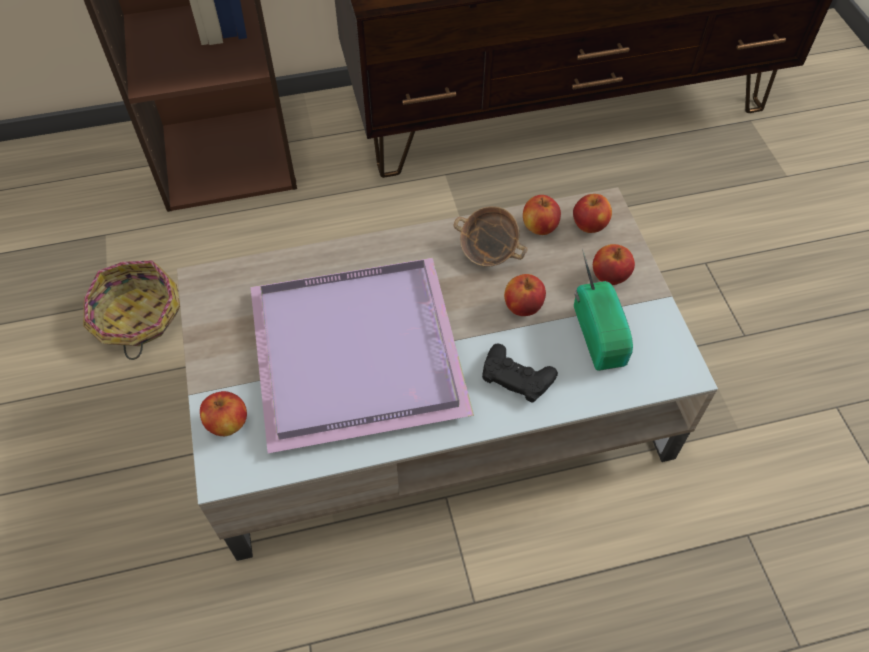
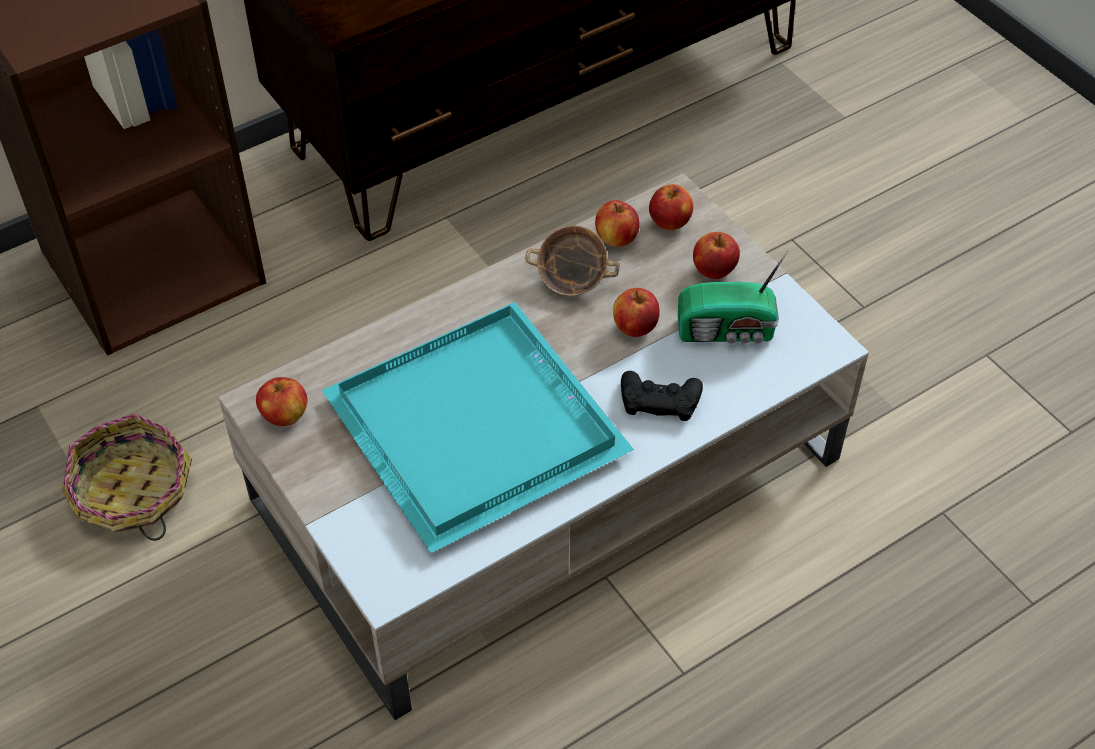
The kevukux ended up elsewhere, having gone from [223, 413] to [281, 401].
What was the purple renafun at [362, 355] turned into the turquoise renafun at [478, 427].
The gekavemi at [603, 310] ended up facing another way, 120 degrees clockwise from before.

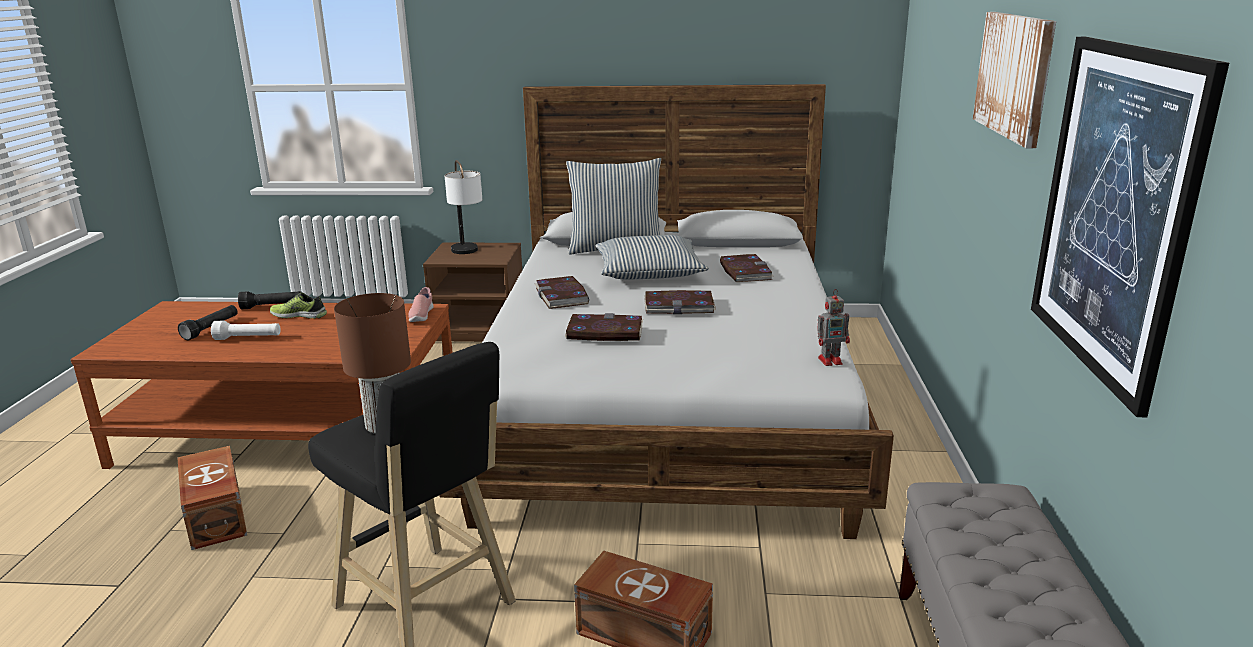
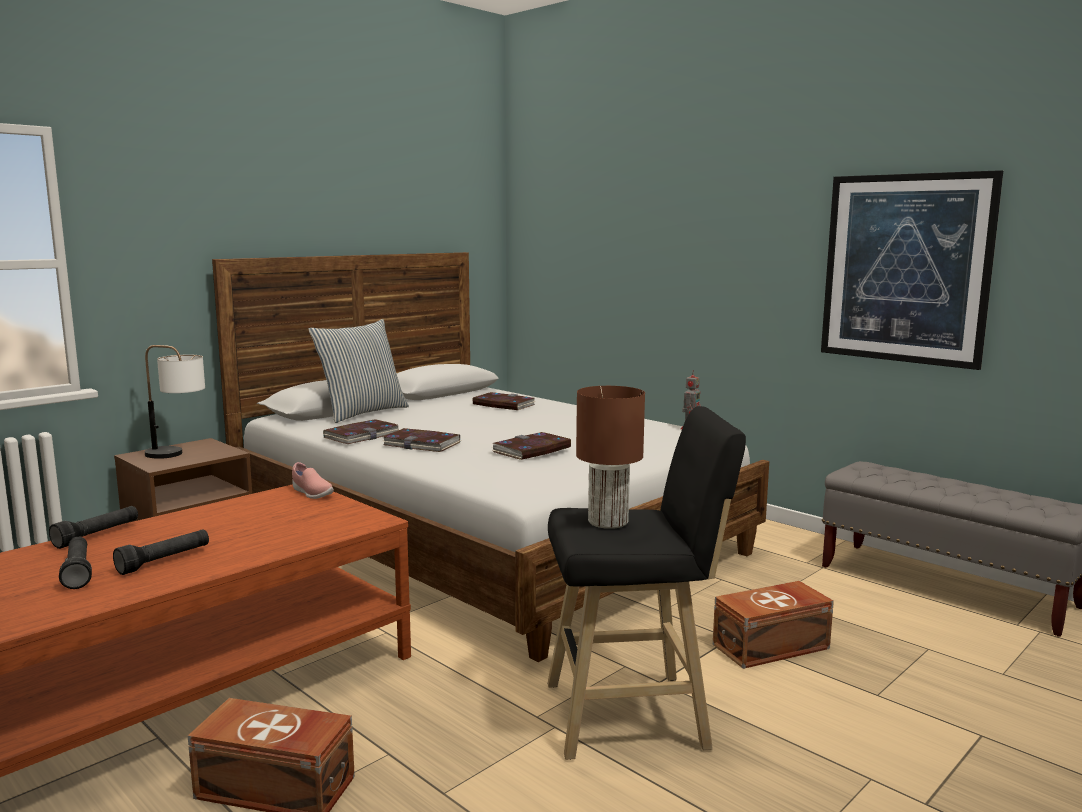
What was the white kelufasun at [246, 330] turned into the black kelufasun at [161, 552].
The second view lost the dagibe at [298, 305].
The second view lost the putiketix at [652, 257].
The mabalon ended up elsewhere, having gone from [680, 302] to [360, 431].
The second view lost the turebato at [1014, 80].

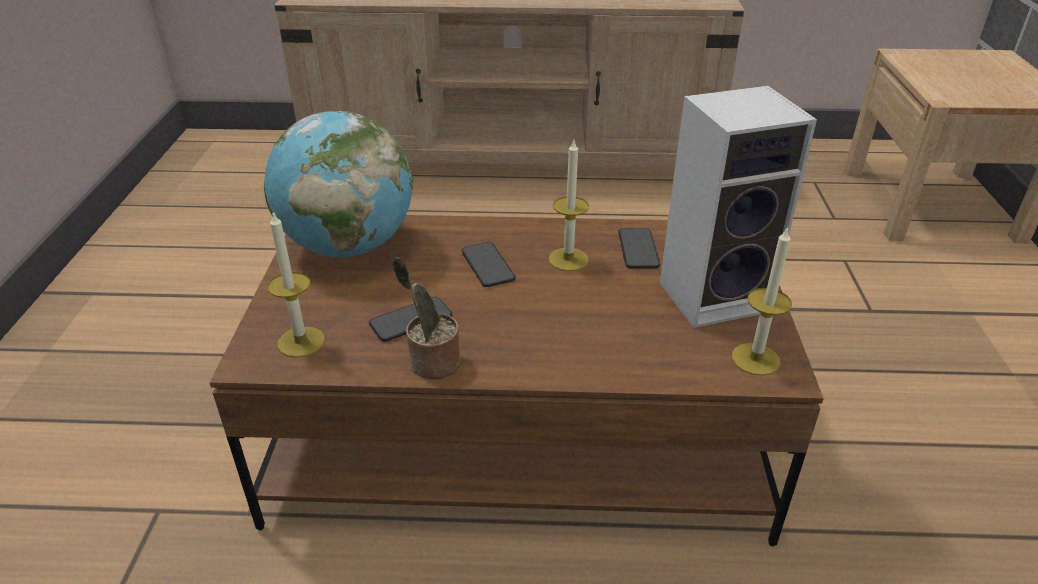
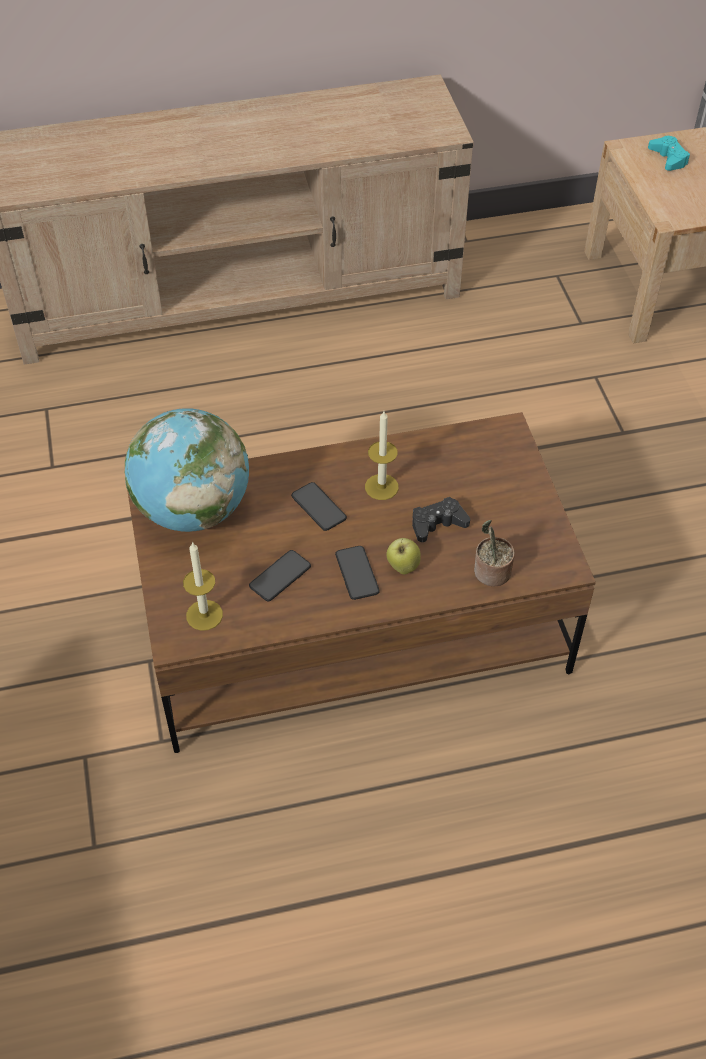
The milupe ended up elsewhere, having gone from [426, 318] to [494, 553].
The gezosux ended up elsewhere, having gone from [639, 248] to [357, 573].
The second view lost the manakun at [738, 207].
The second view lost the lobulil at [762, 301].
The second view gained the kevukux at [403, 556].
The second view gained the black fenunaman at [441, 519].
The second view gained the turquoise fenunaman at [669, 153].

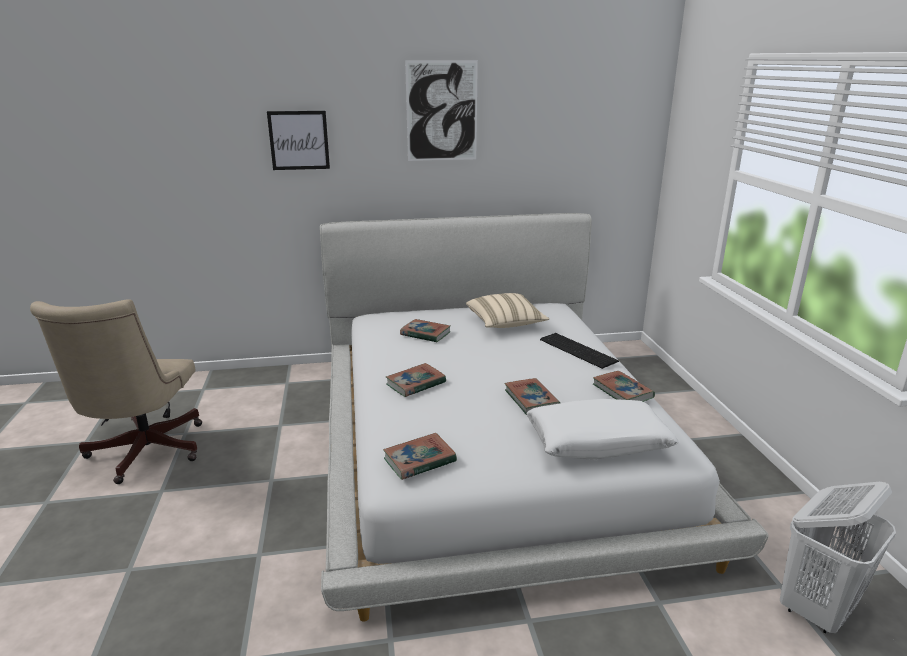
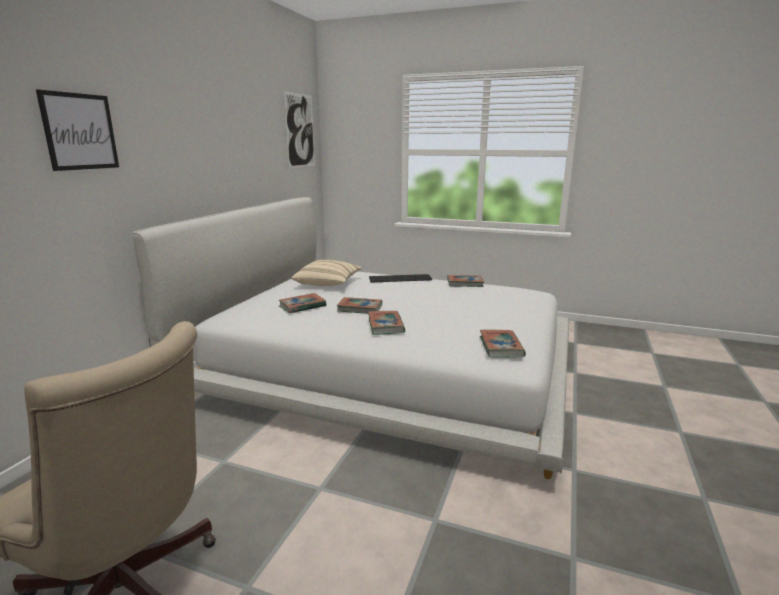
The turebato ended up elsewhere, having gone from [441, 110] to [299, 129].
The mabalon ended up elsewhere, having gone from [532, 396] to [359, 305].
The second view lost the white putiketix at [602, 429].
The second view lost the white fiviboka at [838, 558].

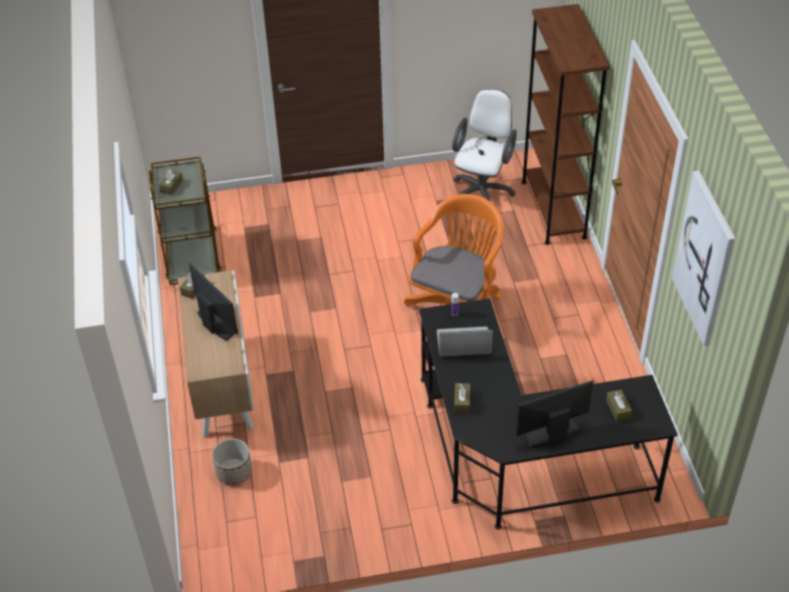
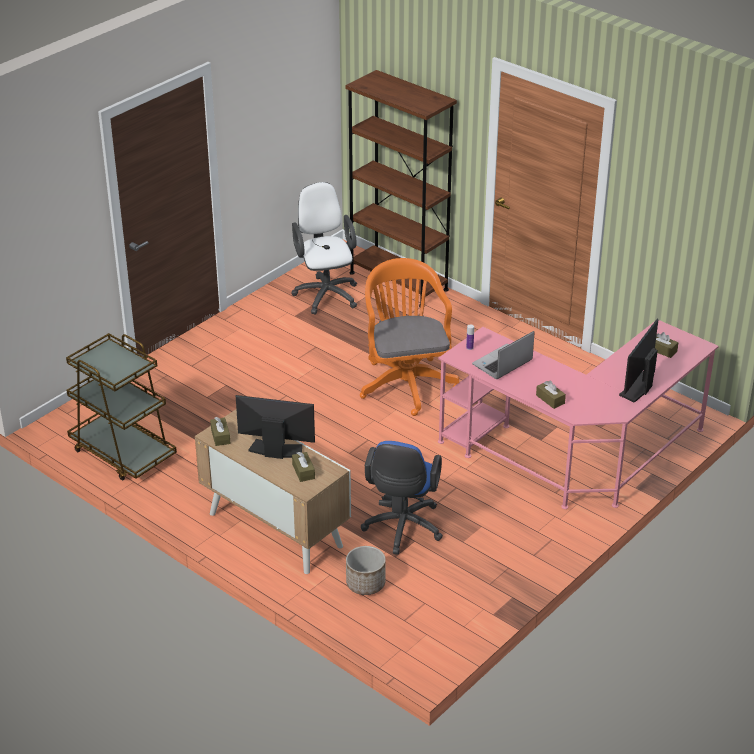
The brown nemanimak ended up elsewhere, having gone from [171, 182] to [303, 467].
What was the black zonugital at [548, 413] turned into the pink zonugital at [578, 414].
The second view lost the turebato at [704, 258].
The second view gained the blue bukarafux at [402, 498].

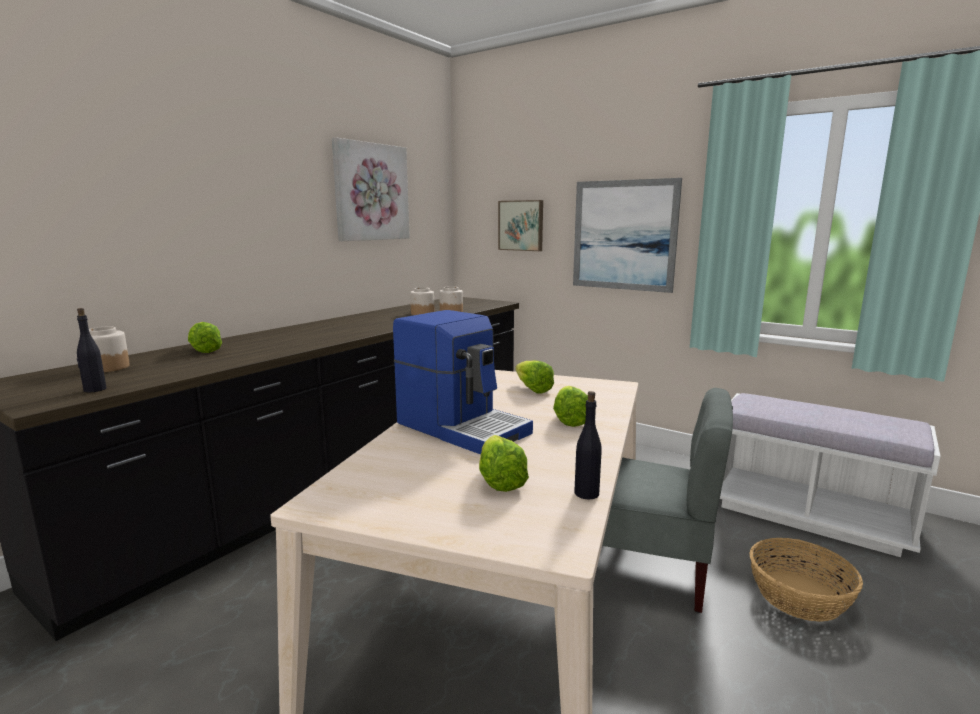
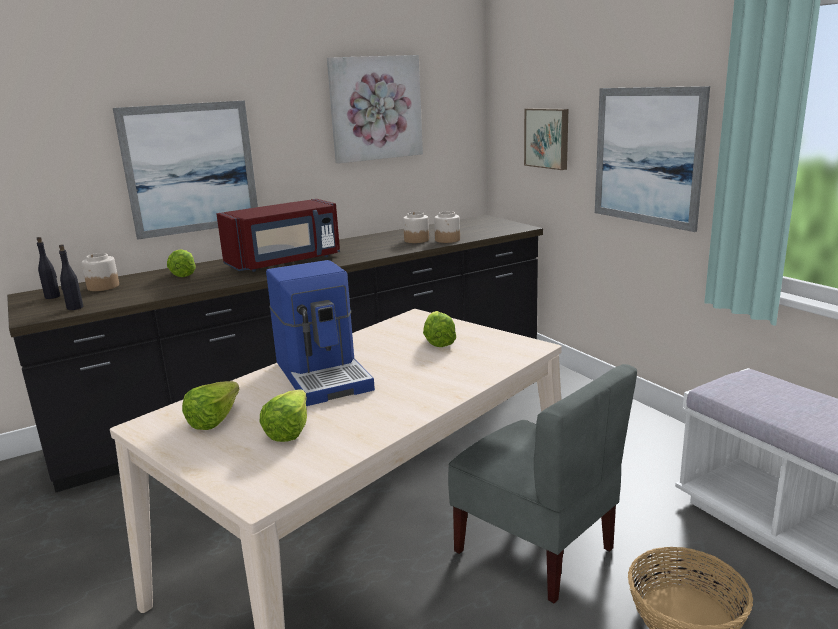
The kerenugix ended up elsewhere, having gone from [570, 406] to [211, 405].
The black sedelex ended up elsewhere, having gone from [588, 445] to [48, 268].
The second view gained the turebato at [185, 170].
The second view gained the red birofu at [278, 235].

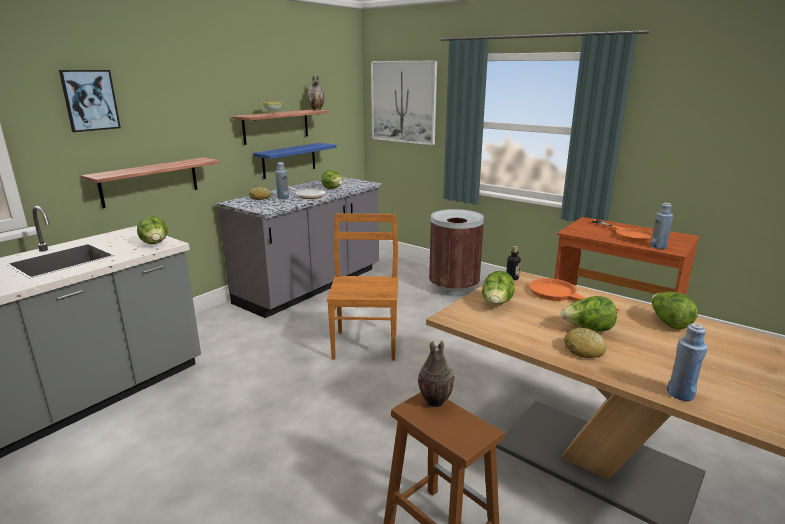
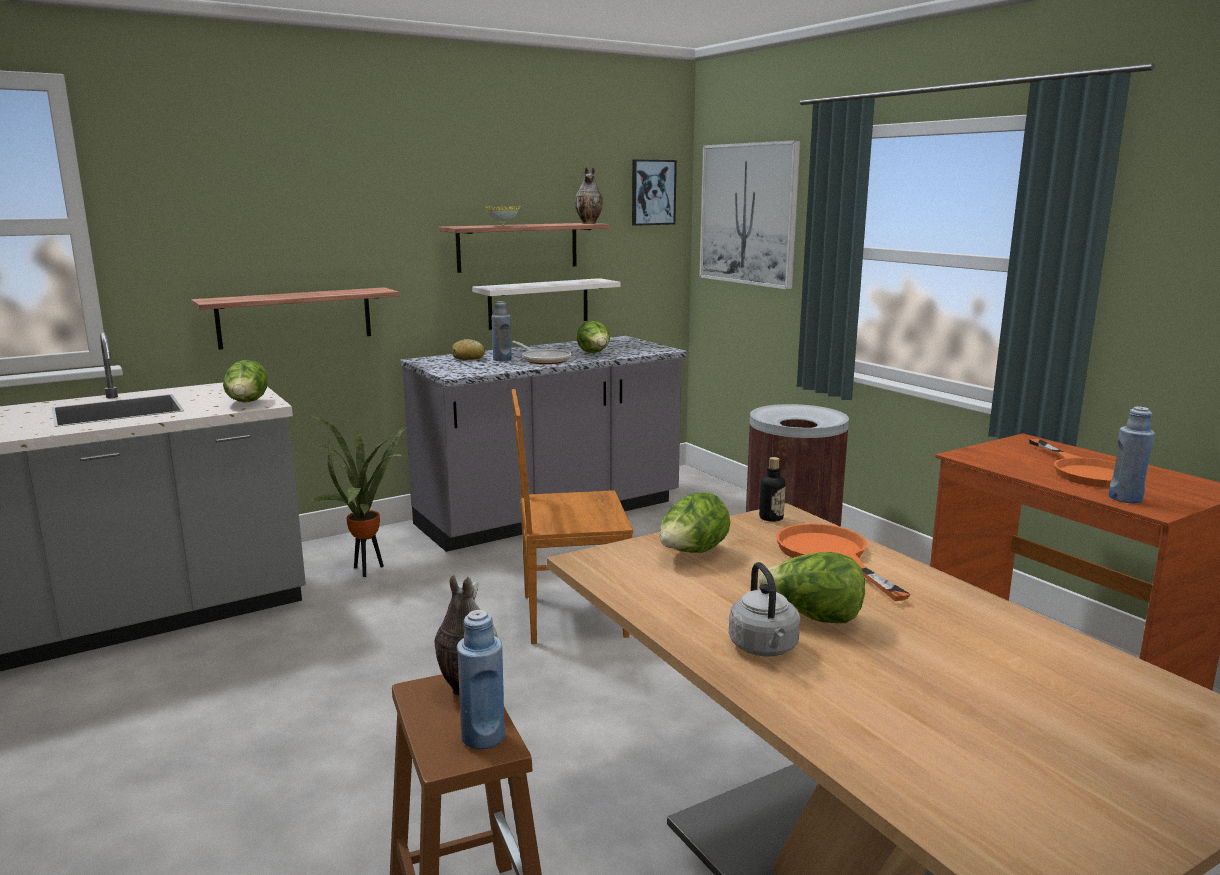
The turebato ended up elsewhere, having gone from [90, 101] to [654, 192].
What was the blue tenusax at [295, 161] turned into the white tenusax at [546, 304].
The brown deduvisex at [362, 287] ended up facing another way, 120 degrees counterclockwise from before.
Where the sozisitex stood at [585, 342], the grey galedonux came to stand at [764, 609].
The second view lost the kerenugix at [675, 310].
The blue sedelex ended up elsewhere, having gone from [687, 362] to [481, 679].
The second view gained the milupe at [358, 496].

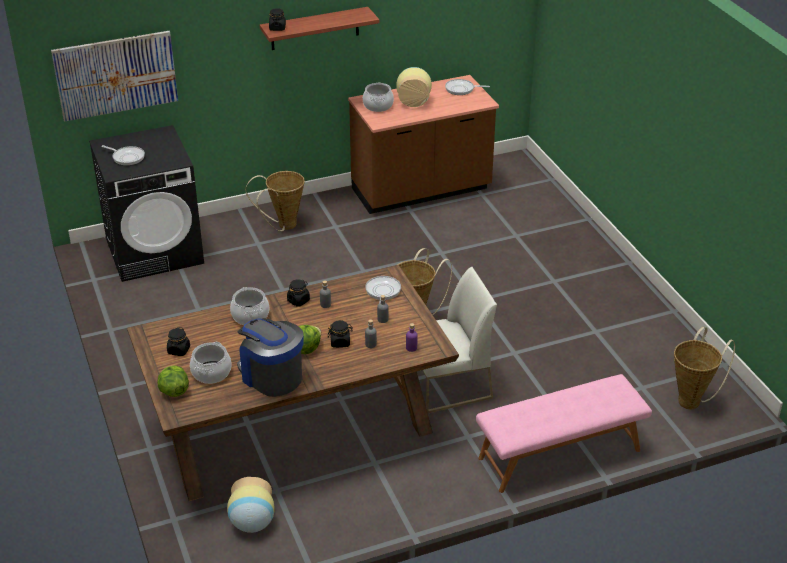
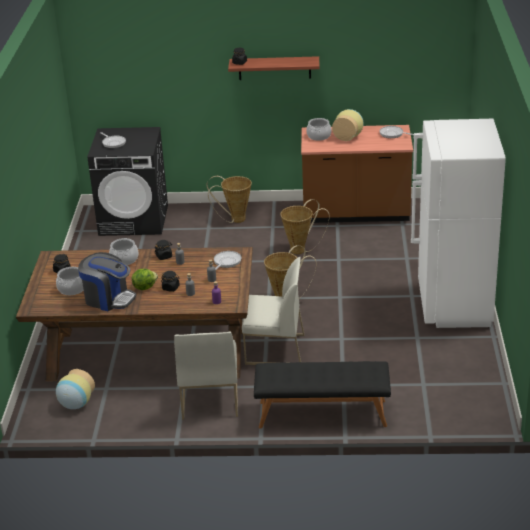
The second view lost the turebato at [114, 76].
The second view lost the kerenugix at [173, 381].
The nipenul at [270, 357] ended up facing another way, 135 degrees clockwise from before.
What was the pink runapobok at [564, 433] turned into the black runapobok at [322, 395].
The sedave ended up elsewhere, having gone from [704, 368] to [304, 227].
The second view gained the white deduvisex at [206, 375].
The second view gained the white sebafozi at [458, 223].

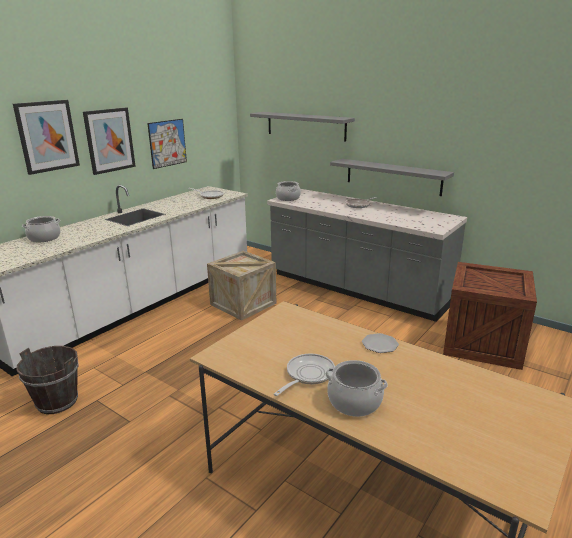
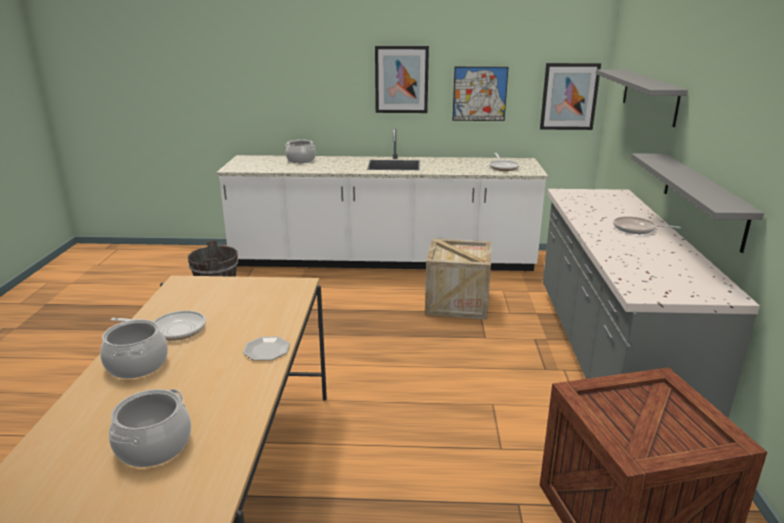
The turebato ended up elsewhere, having gone from [46, 137] to [570, 96].
The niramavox ended up elsewhere, having gone from [288, 191] to [150, 428].

